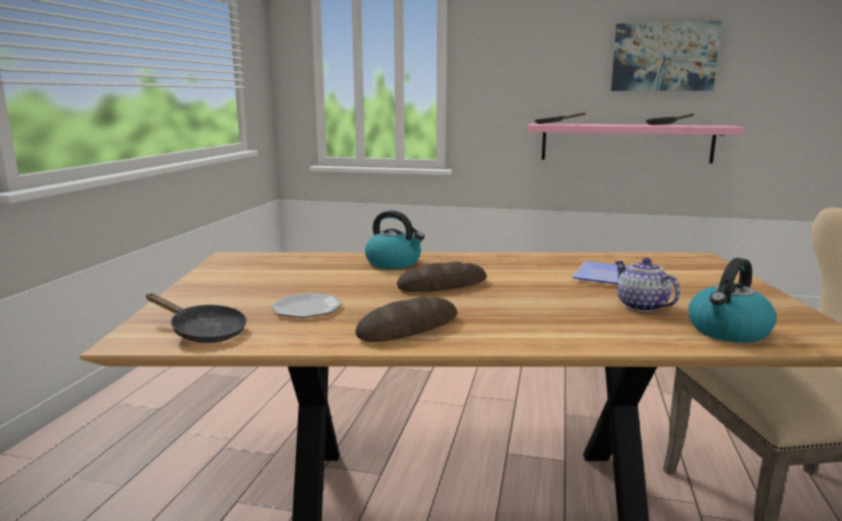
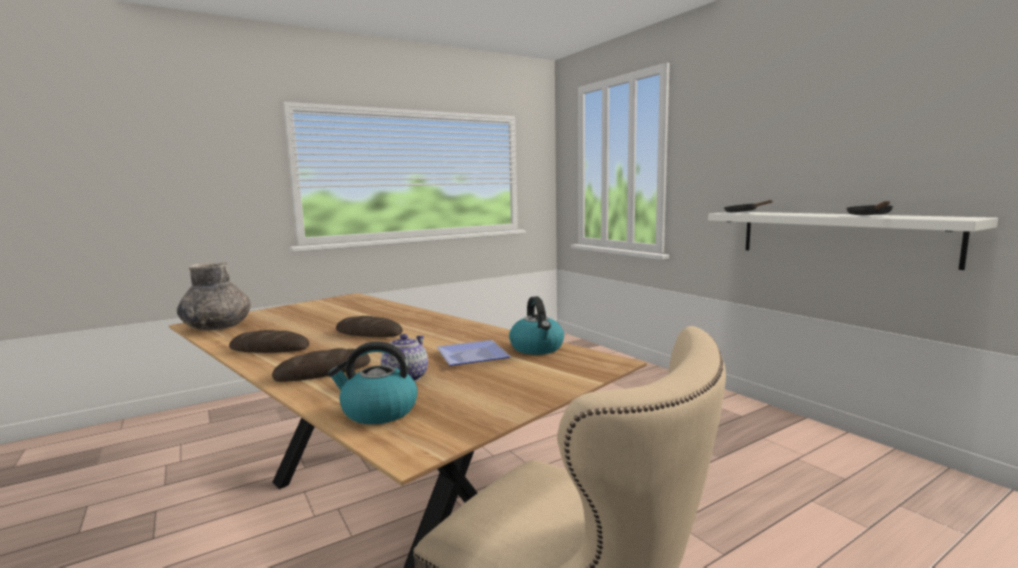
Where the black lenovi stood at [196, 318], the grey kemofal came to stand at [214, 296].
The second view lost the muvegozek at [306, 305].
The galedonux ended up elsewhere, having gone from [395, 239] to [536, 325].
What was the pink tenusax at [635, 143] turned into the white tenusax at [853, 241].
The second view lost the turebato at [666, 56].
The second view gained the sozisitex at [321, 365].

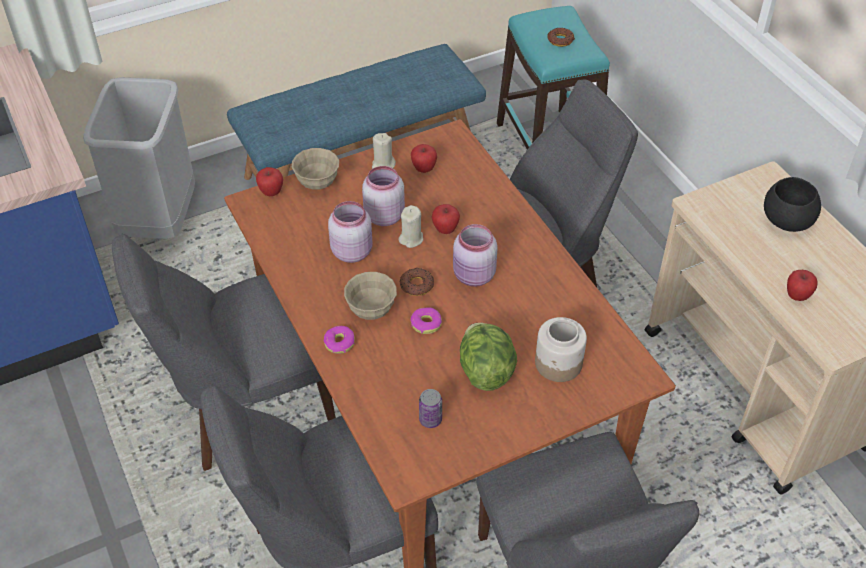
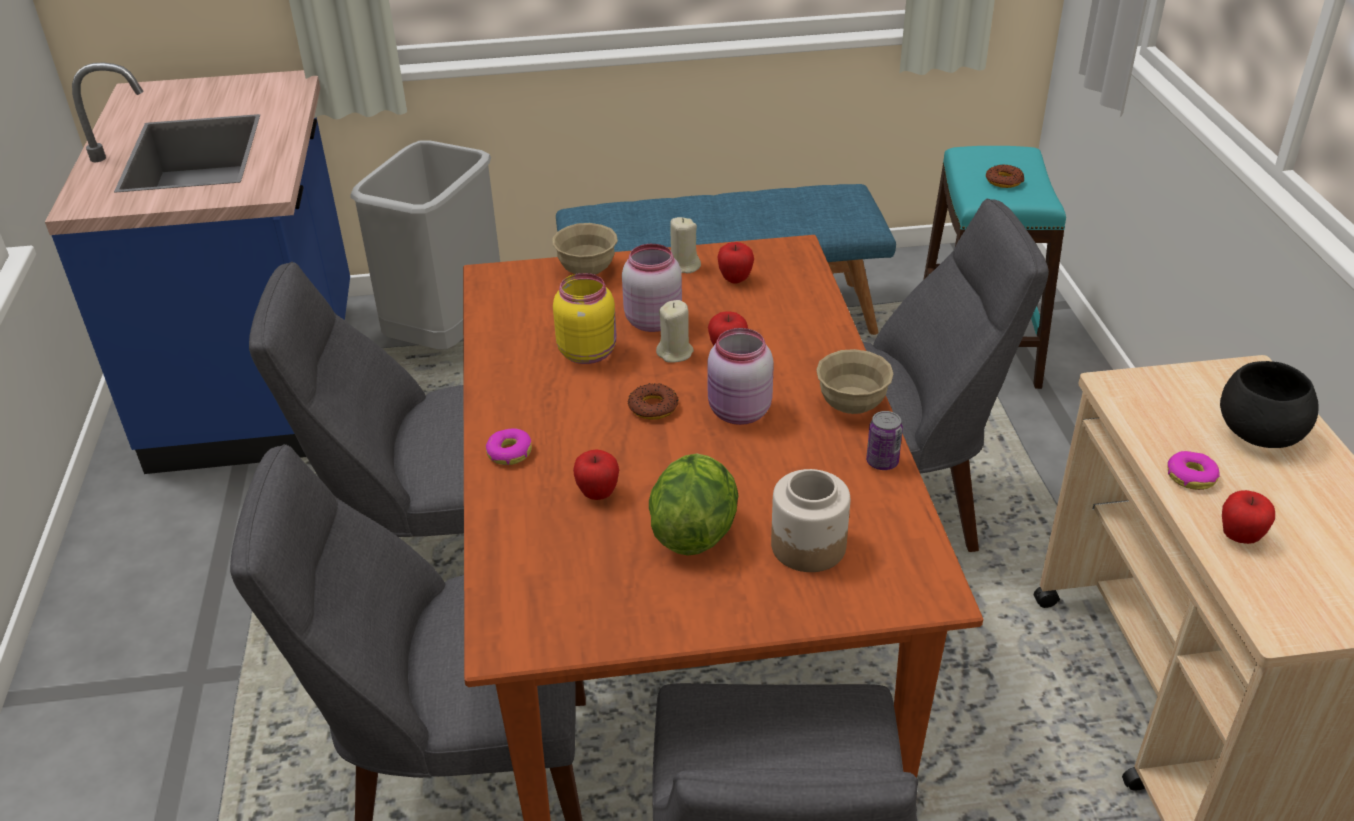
The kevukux ended up elsewhere, having gone from [269, 181] to [596, 474].
What was the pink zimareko at [350, 232] turned into the yellow zimareko at [585, 318].
The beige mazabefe ended up elsewhere, having gone from [370, 296] to [854, 381].
The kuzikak ended up elsewhere, having gone from [426, 320] to [1193, 470].
The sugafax ended up elsewhere, having gone from [430, 408] to [884, 440].

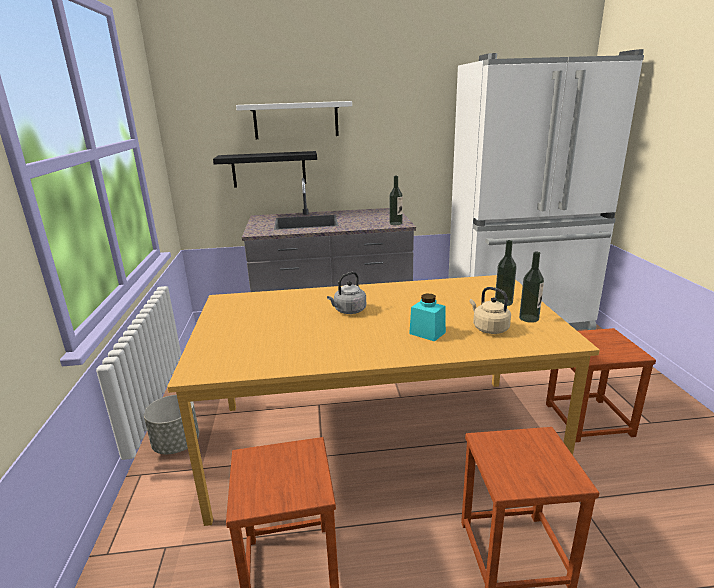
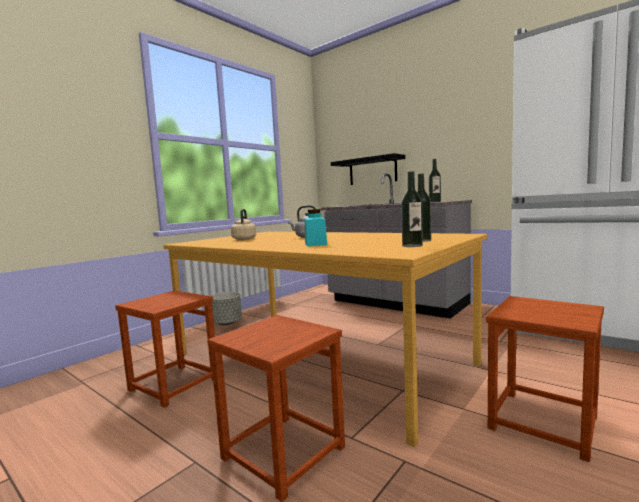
The second view lost the white tenusax at [294, 120].
The beige galedonux ended up elsewhere, having gone from [490, 310] to [243, 224].

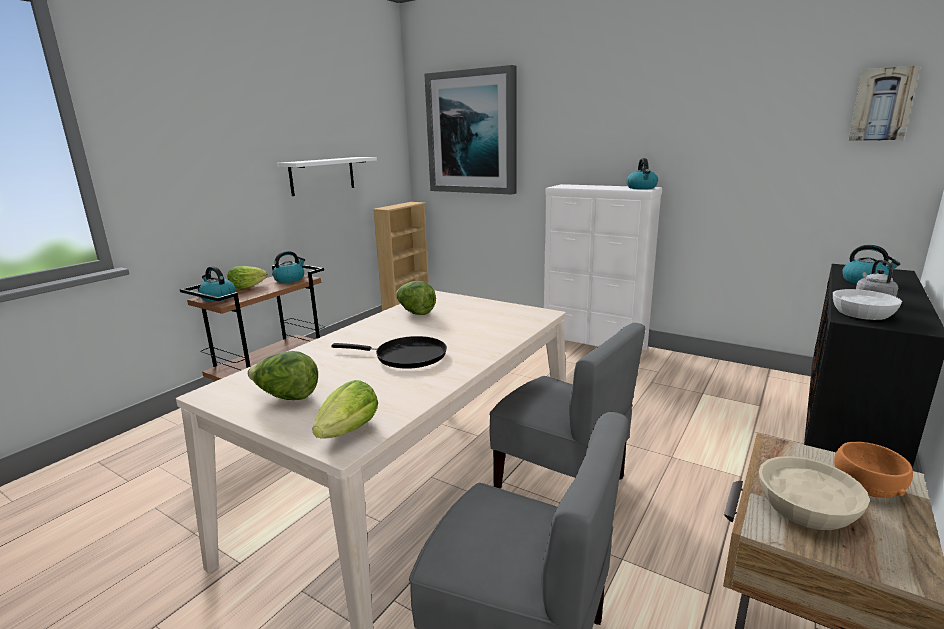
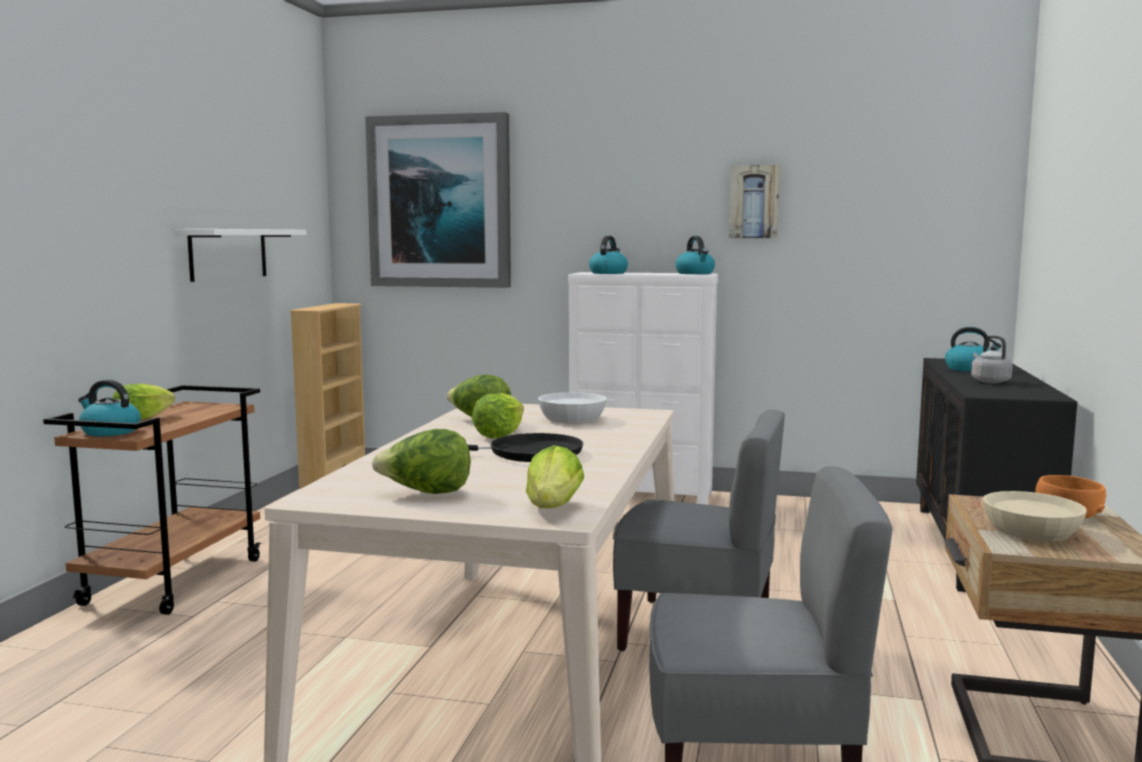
The galedonux ended up elsewhere, having gone from [288, 267] to [608, 255].
The white mazabefe ended up elsewhere, having gone from [867, 304] to [572, 408].
The turebato ended up elsewhere, having gone from [884, 103] to [754, 201].
The second view gained the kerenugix at [498, 416].

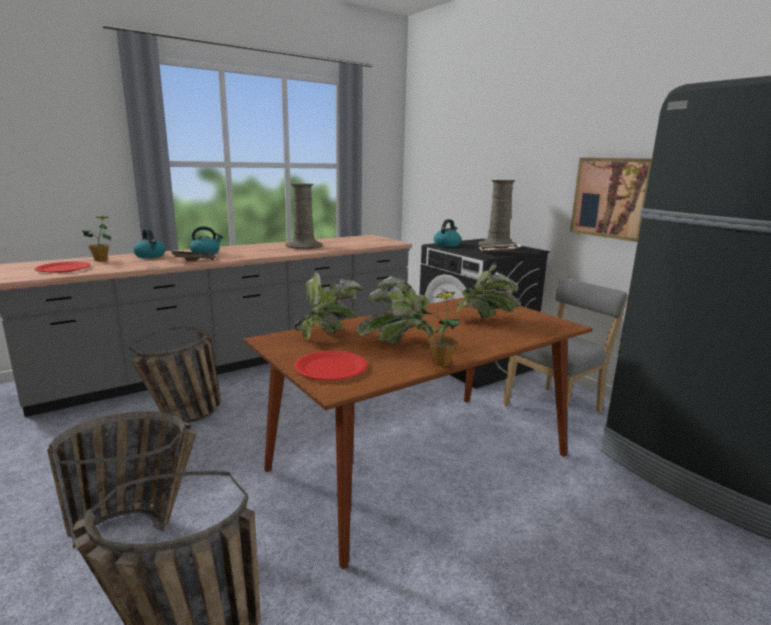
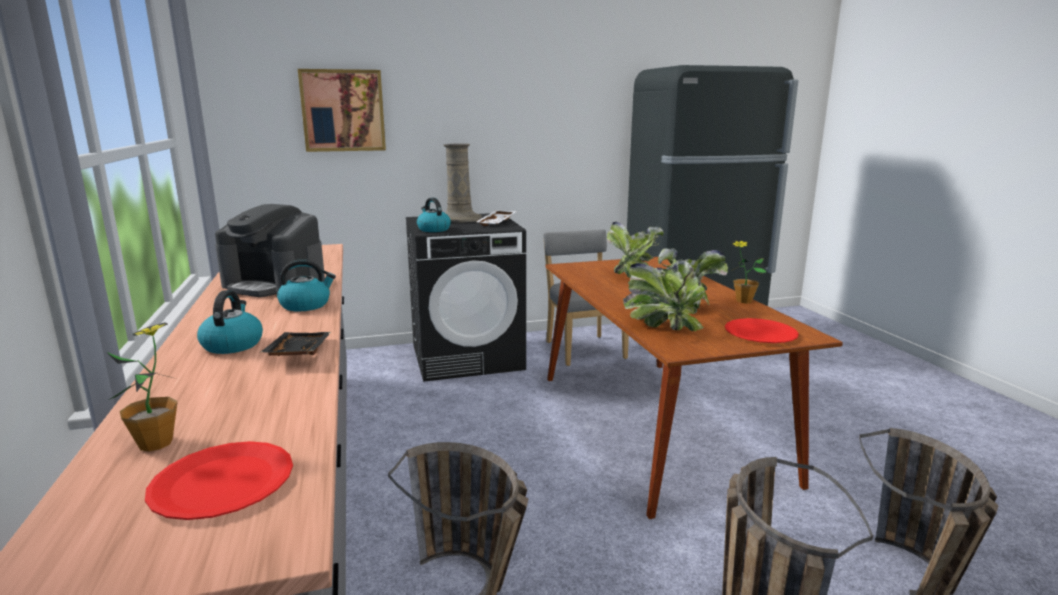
The galedonux ended up elsewhere, having gone from [149, 243] to [306, 285].
Where the beige kemofal stood at [304, 216], the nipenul came to stand at [270, 250].
The turebato ended up elsewhere, having gone from [611, 200] to [342, 110].

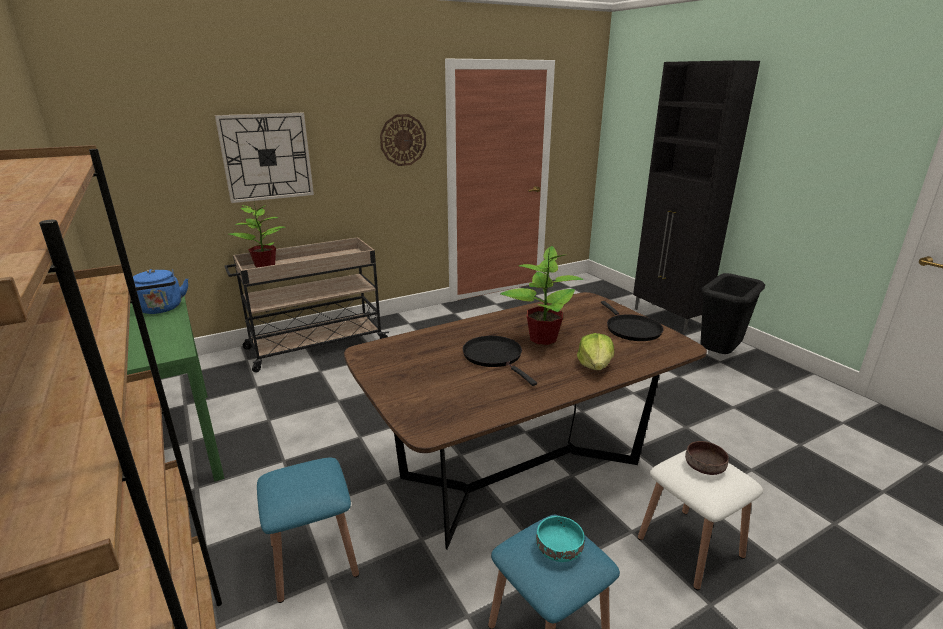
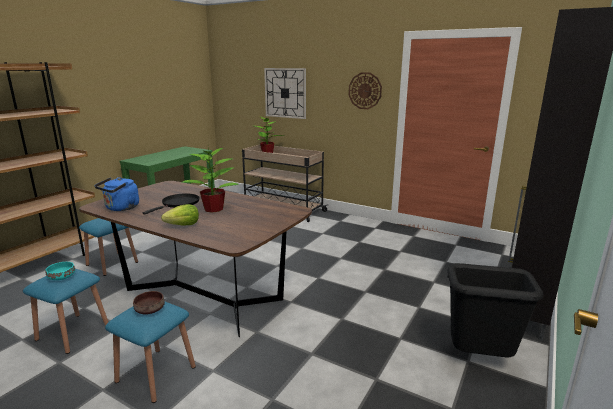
The blue galedonux ended up elsewhere, having gone from [160, 291] to [116, 194].
The second view lost the black lenovi at [632, 321].
What was the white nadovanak at [700, 520] turned into the blue nadovanak at [150, 352].

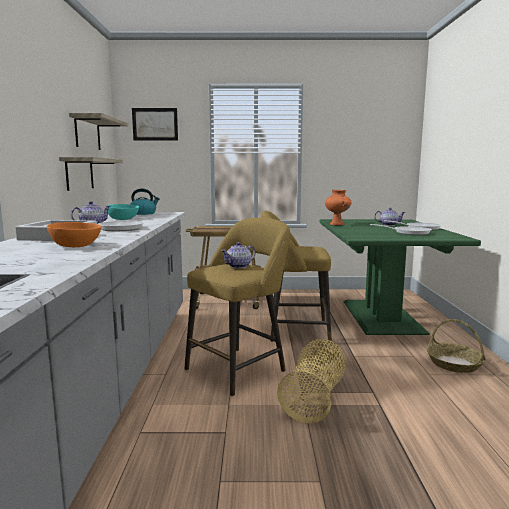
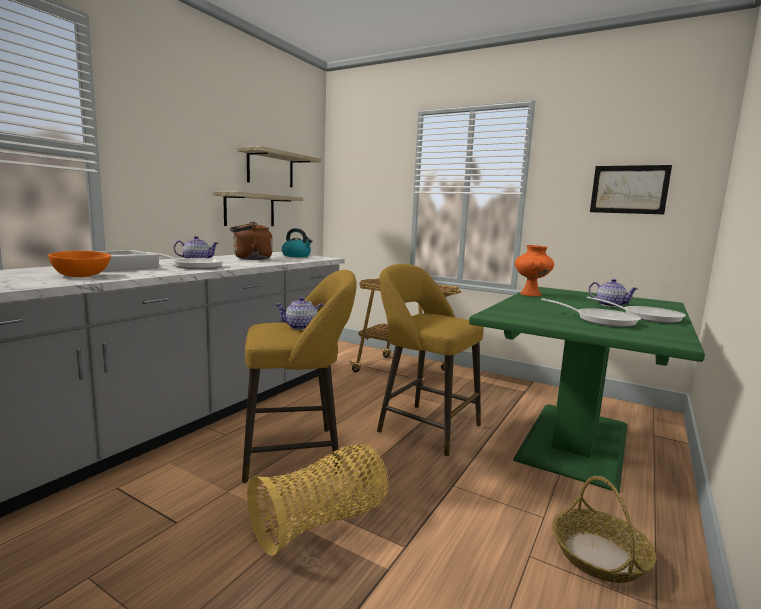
Where the turquoise mazabefe stood at [123, 212], the brown galedonux came to stand at [251, 241].
The turebato ended up elsewhere, having gone from [155, 124] to [631, 189].

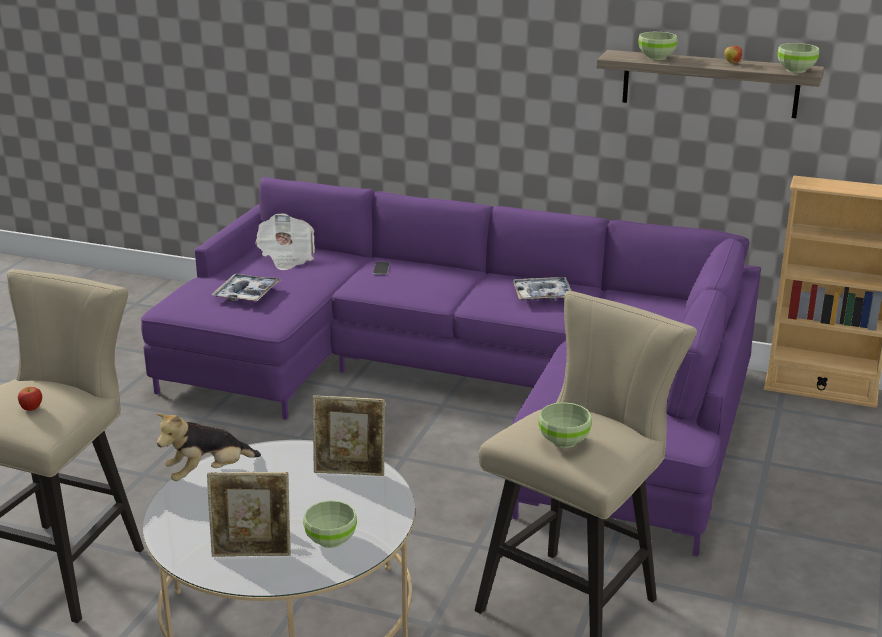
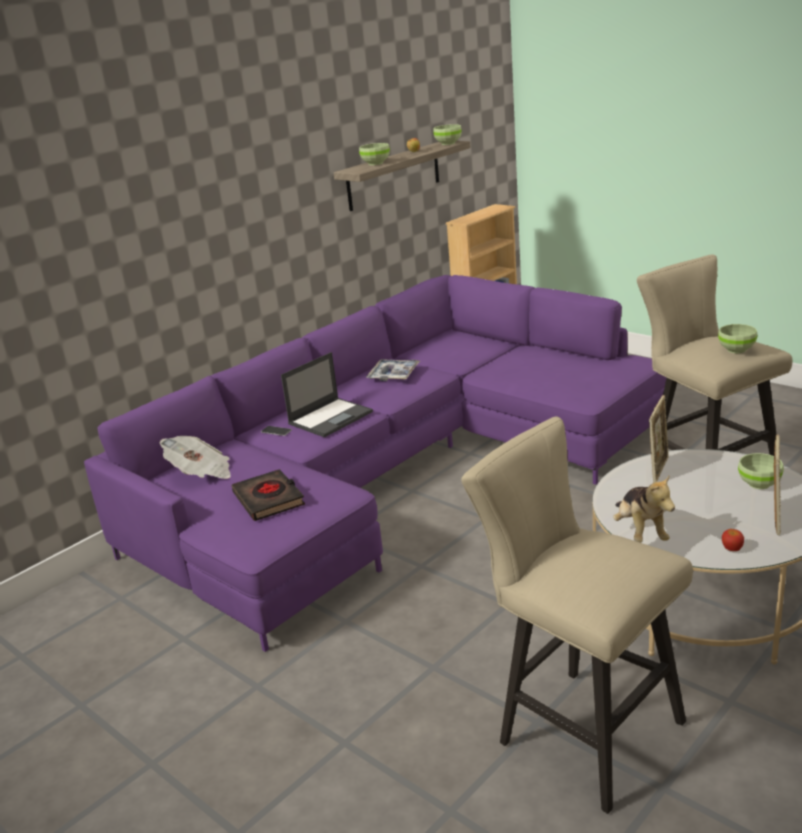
The kevukux ended up elsewhere, having gone from [30, 399] to [733, 540].
Where the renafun stood at [245, 288], the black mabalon came to stand at [268, 495].
The second view gained the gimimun at [327, 394].

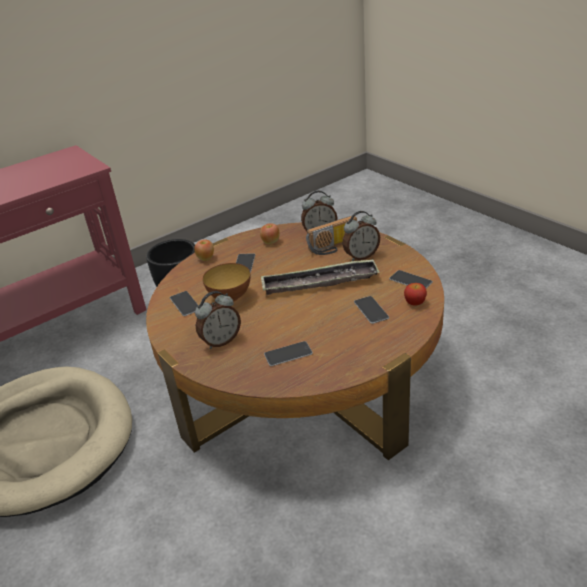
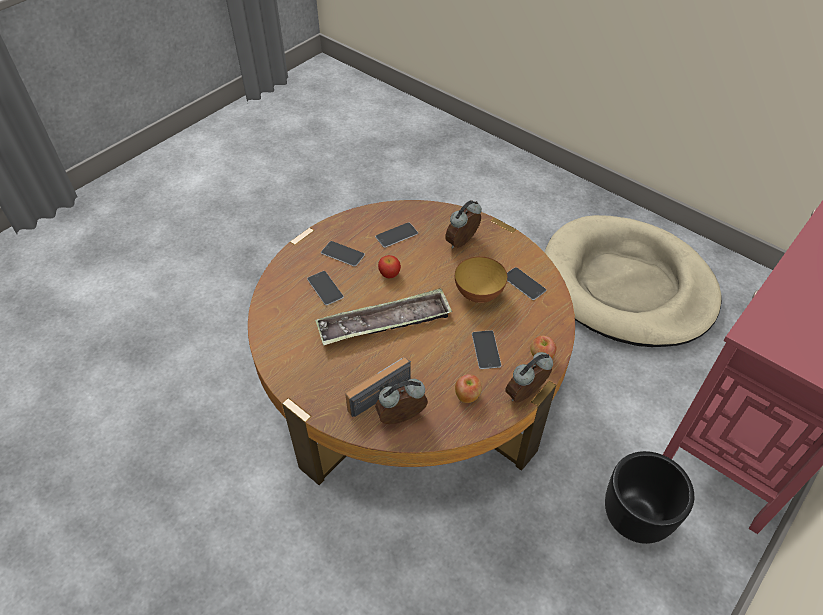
The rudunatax ended up elsewhere, having gone from [361, 236] to [529, 377].
The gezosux ended up elsewhere, having gone from [411, 279] to [343, 254].
The kevukux ended up elsewhere, having gone from [415, 294] to [389, 267].

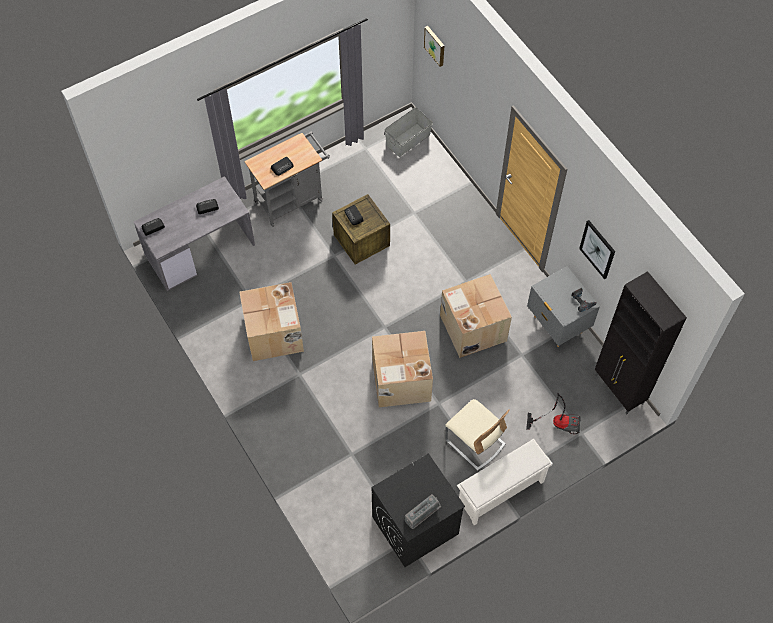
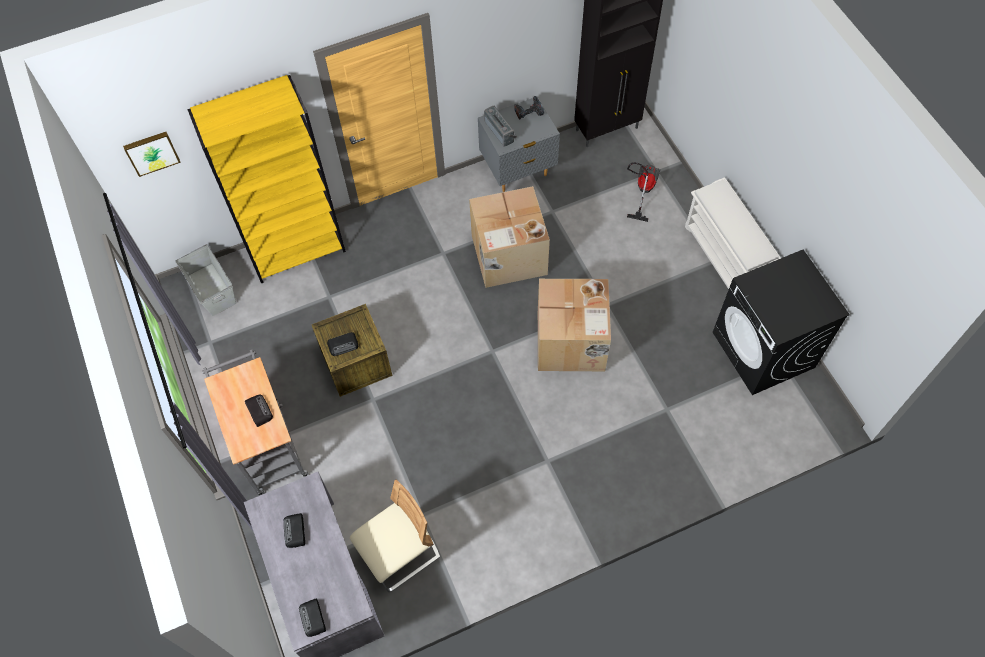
The second view lost the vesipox at [271, 321].
The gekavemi ended up elsewhere, having gone from [423, 511] to [500, 126].
The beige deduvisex ended up elsewhere, having gone from [477, 435] to [395, 536].
The second view lost the turebato at [597, 249].
The second view gained the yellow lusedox at [266, 179].

